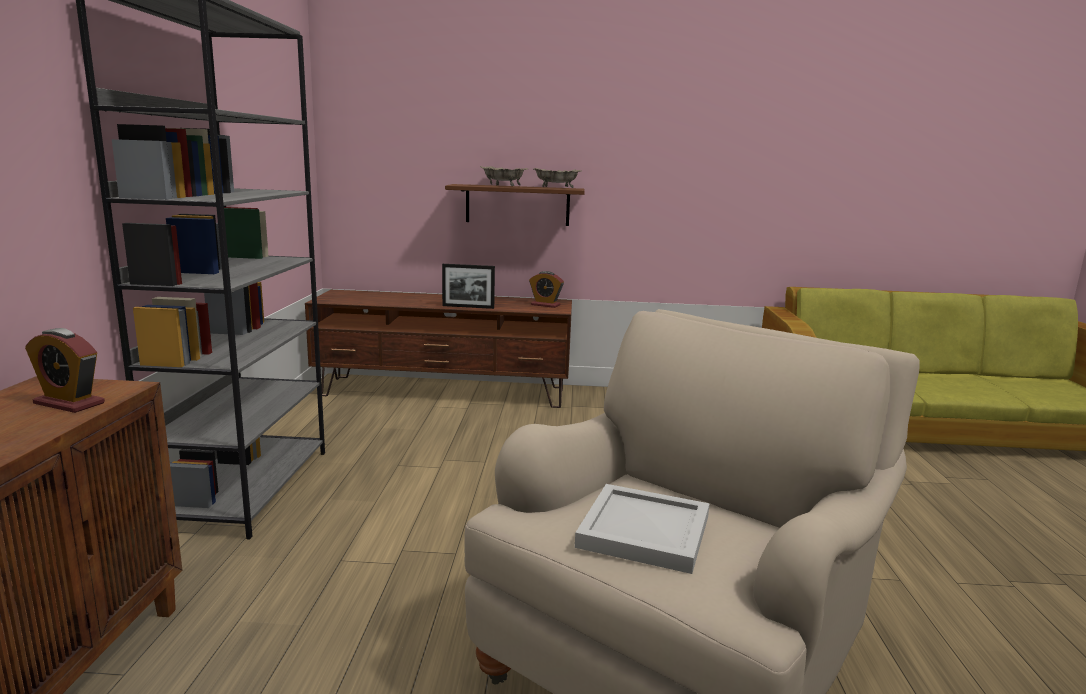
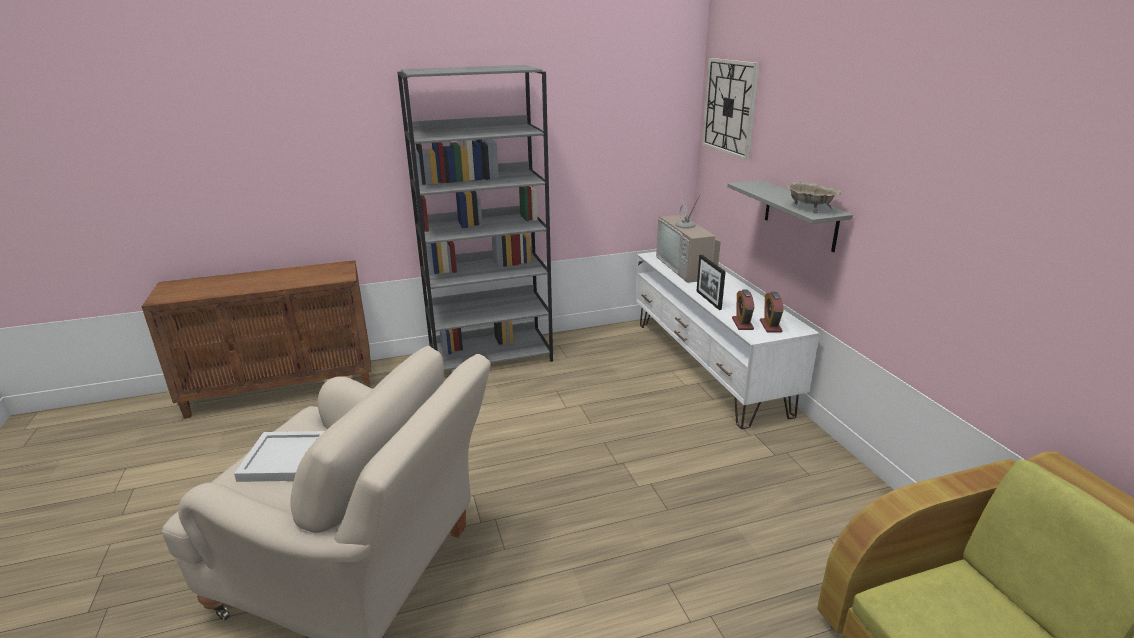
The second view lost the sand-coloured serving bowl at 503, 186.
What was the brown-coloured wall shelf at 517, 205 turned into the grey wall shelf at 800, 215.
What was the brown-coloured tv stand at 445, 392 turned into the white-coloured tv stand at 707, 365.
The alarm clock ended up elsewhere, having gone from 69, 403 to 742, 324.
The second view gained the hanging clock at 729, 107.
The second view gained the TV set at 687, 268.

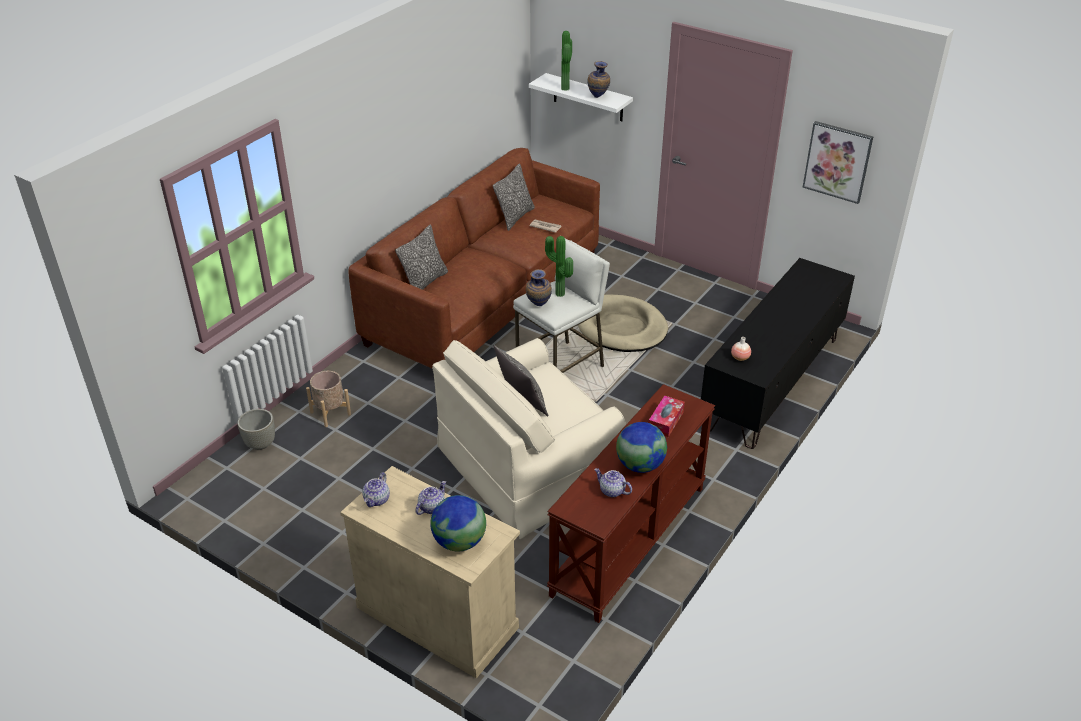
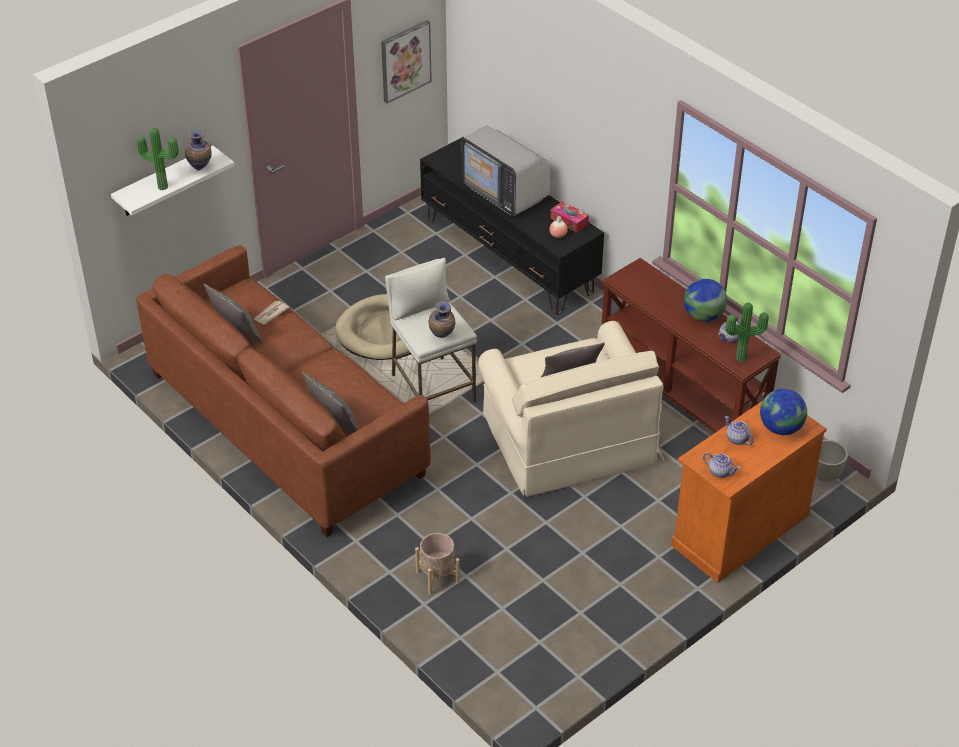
The plant in a pot ended up elsewhere, having gone from 558, 294 to 741, 360.
The box of tissues ended up elsewhere, having gone from 665, 421 to 569, 221.
The grey plant pot ended up elsewhere, having gone from 261, 444 to 825, 475.
What was the sand-coloured cabinet at 437, 617 turned into the orangey cabinet at 740, 529.
The second view gained the TV set at 505, 192.

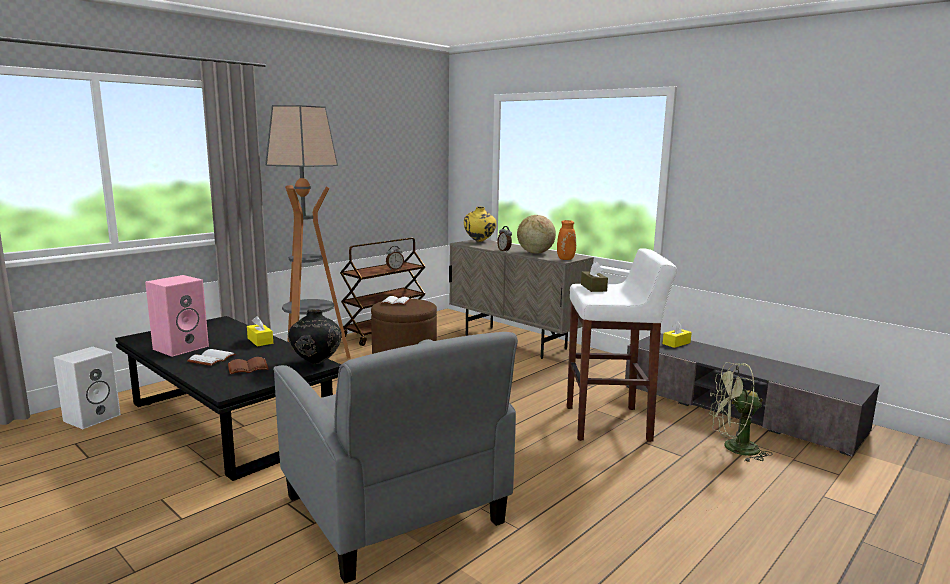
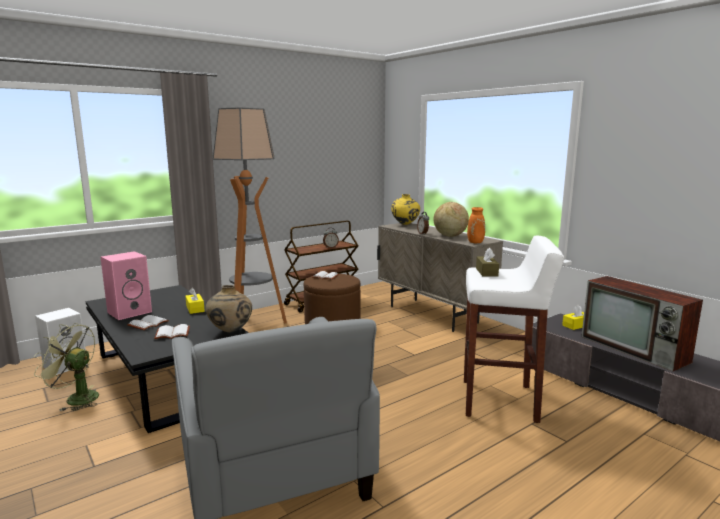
What was the black-coloured decorative vase at 316, 363 turned into the sand-coloured decorative vase at 230, 332.
What was the brown-coloured book at 247, 368 turned into the white-coloured book at 172, 334.
The green cooling fan ended up elsewhere, having gone from 733, 448 to 76, 398.
The second view gained the TV set at 635, 349.

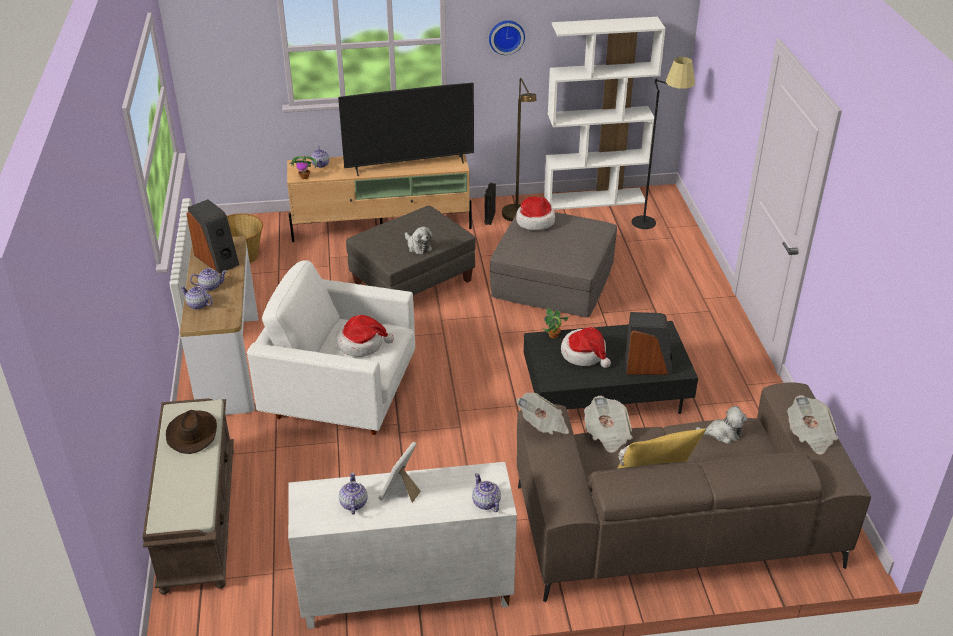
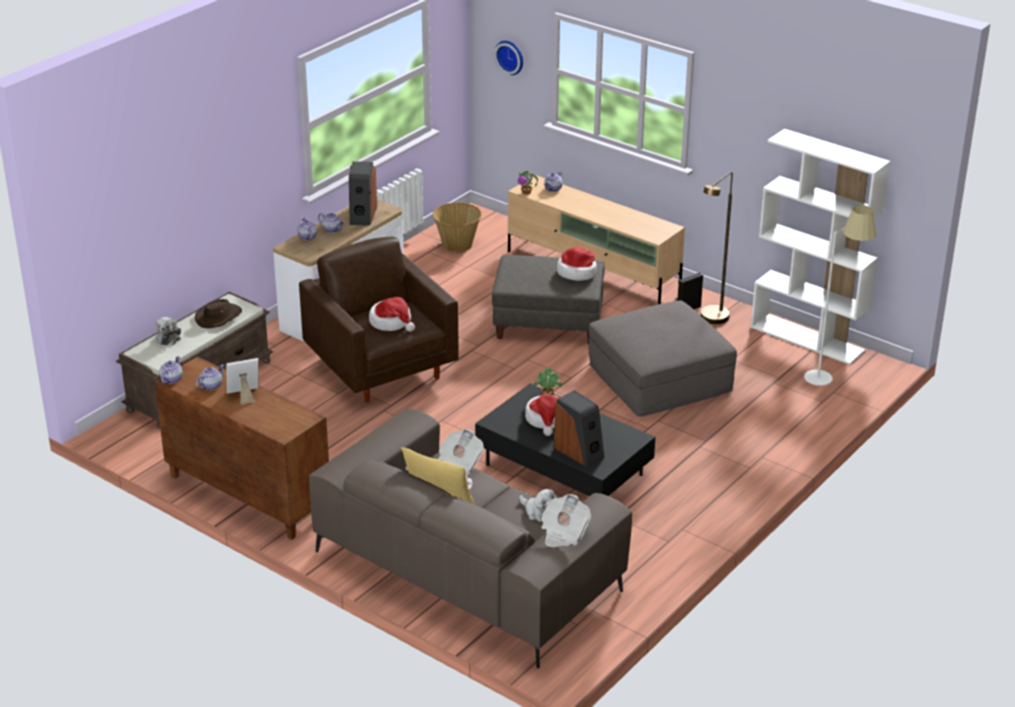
The hanging clock ended up elsewhere, having gone from 506, 36 to 510, 56.
What was the black-coloured standard lamp at 654, 220 turned into the white-coloured standard lamp at 830, 381.
The second view lost the TV set at 409, 166.
The clothing hat ended up elsewhere, having gone from 534, 221 to 577, 272.
The soft toy ended up elsewhere, having gone from 418, 246 to 169, 337.
What was the white-coloured lounge chair at 342, 397 turned into the brown-coloured lounge chair at 382, 369.
The second view lost the daily paper at 543, 425.
What was the white-coloured cabinet at 405, 594 turned into the brown-coloured cabinet at 246, 495.
The teapot ended up elsewhere, having gone from 486, 503 to 171, 379.

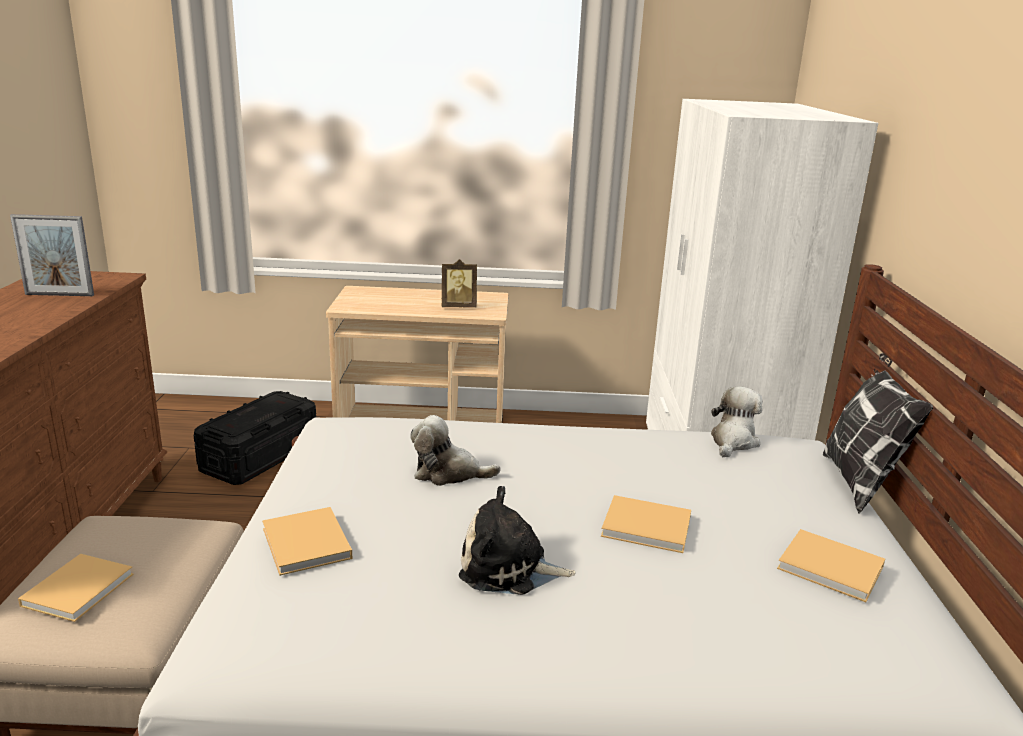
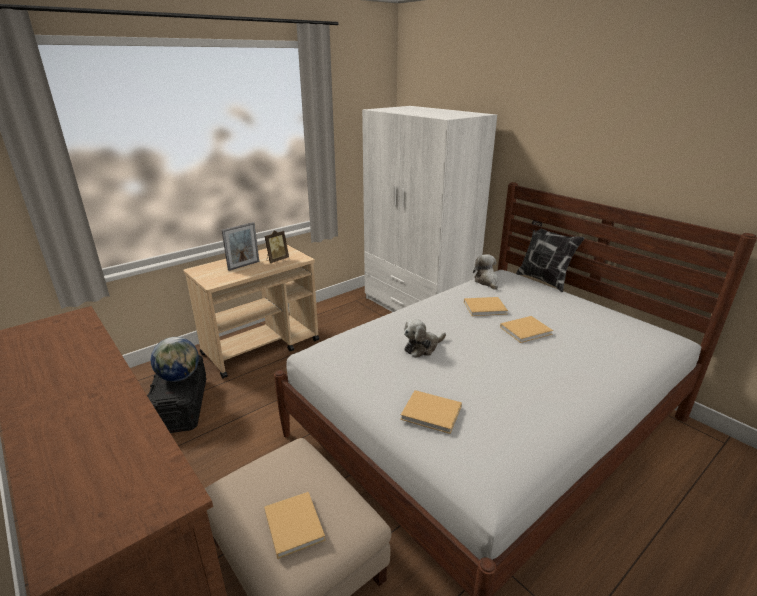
The picture frame ended up elsewhere, having gone from 59, 295 to 244, 266.
The second view lost the soft toy at 509, 568.
The sand-coloured book ended up elsewhere, having gone from 833, 569 to 486, 308.
The second view gained the desk globe at 179, 377.

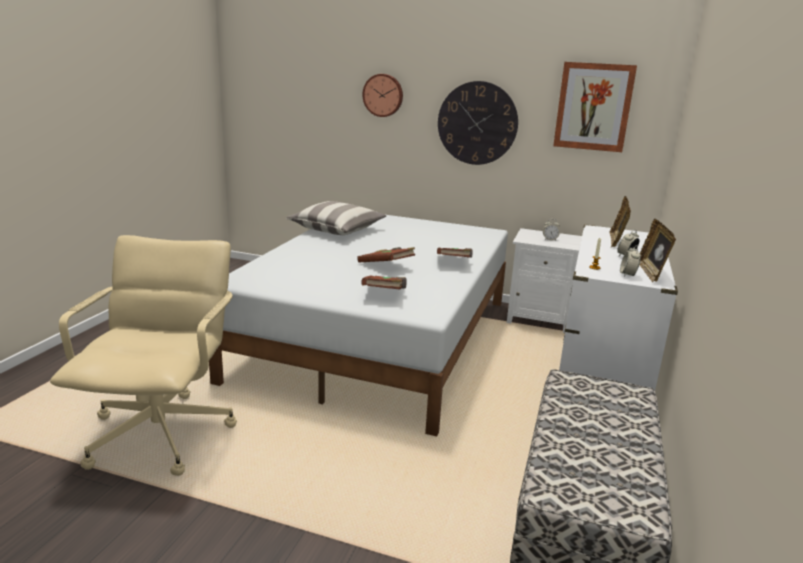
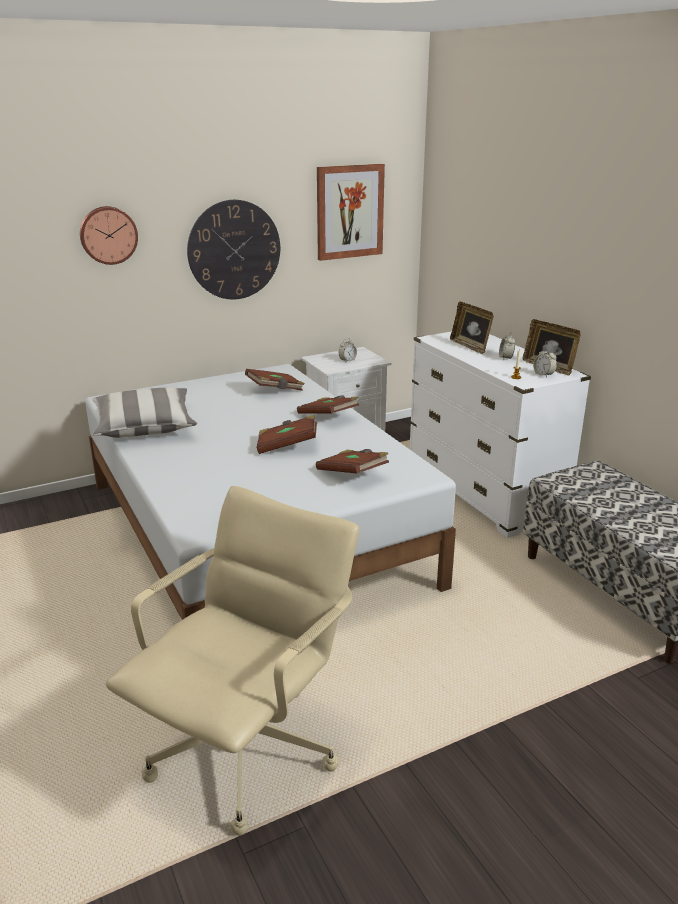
The sand-coloured desk chair at 162, 434 ended up facing another way, 75 degrees clockwise from before.
The second view gained the brown-coloured book at 275, 390.

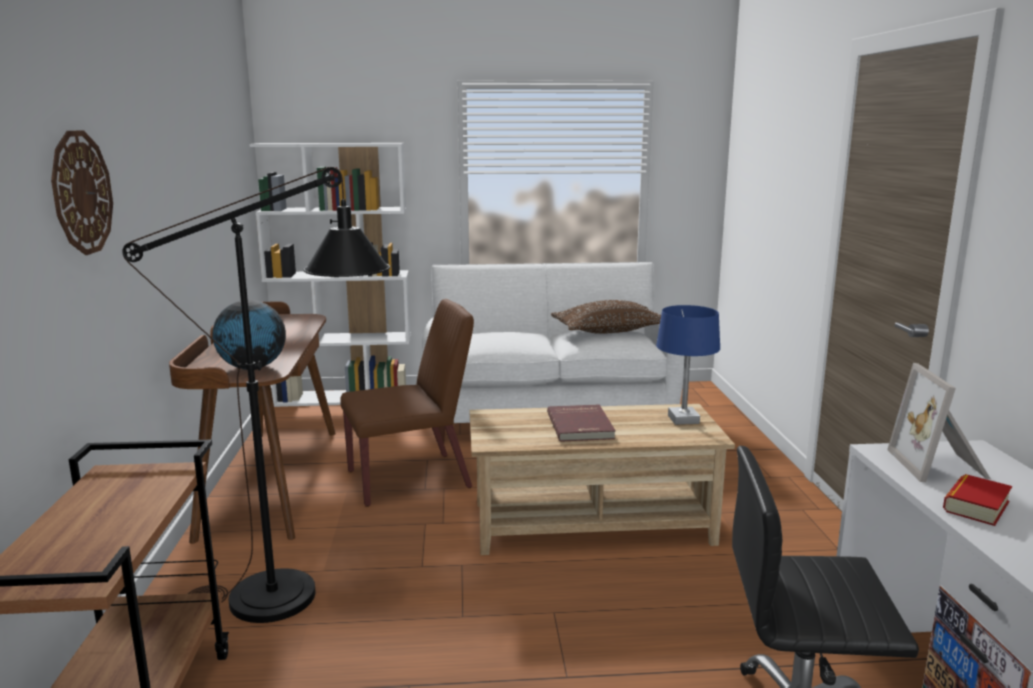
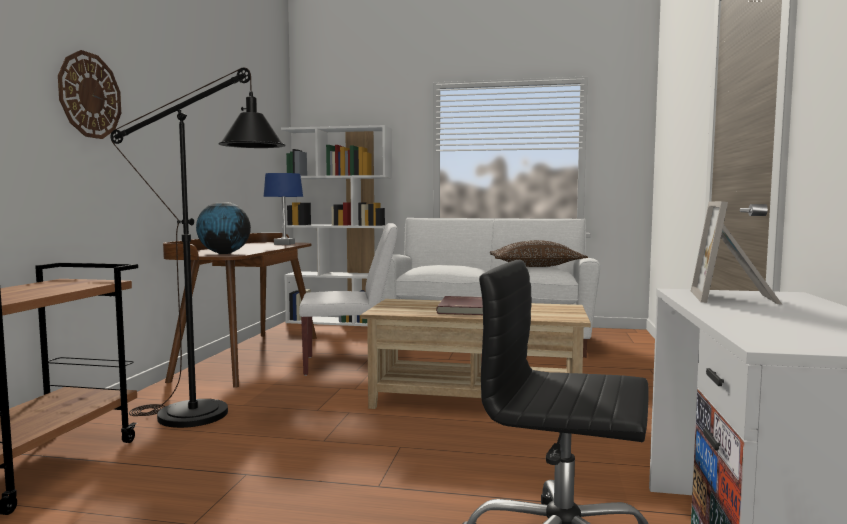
What was the brown-coloured chair at 410, 479 turned into the white-coloured chair at 350, 364.
The blue tabletop lamp ended up elsewhere, having gone from 683, 419 to 284, 244.
The second view lost the book at 976, 506.

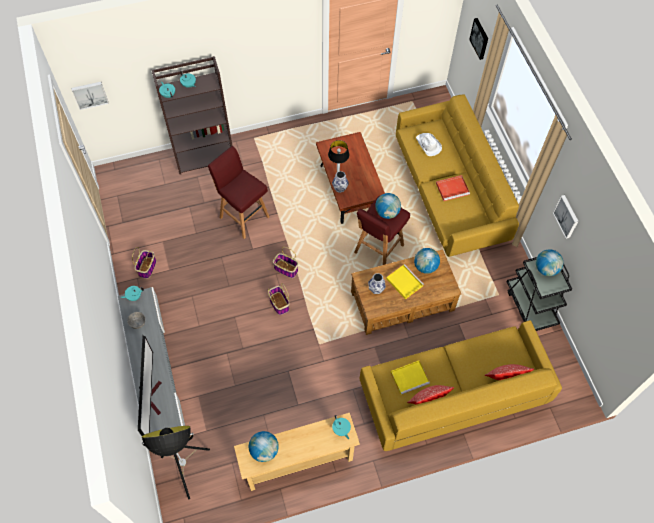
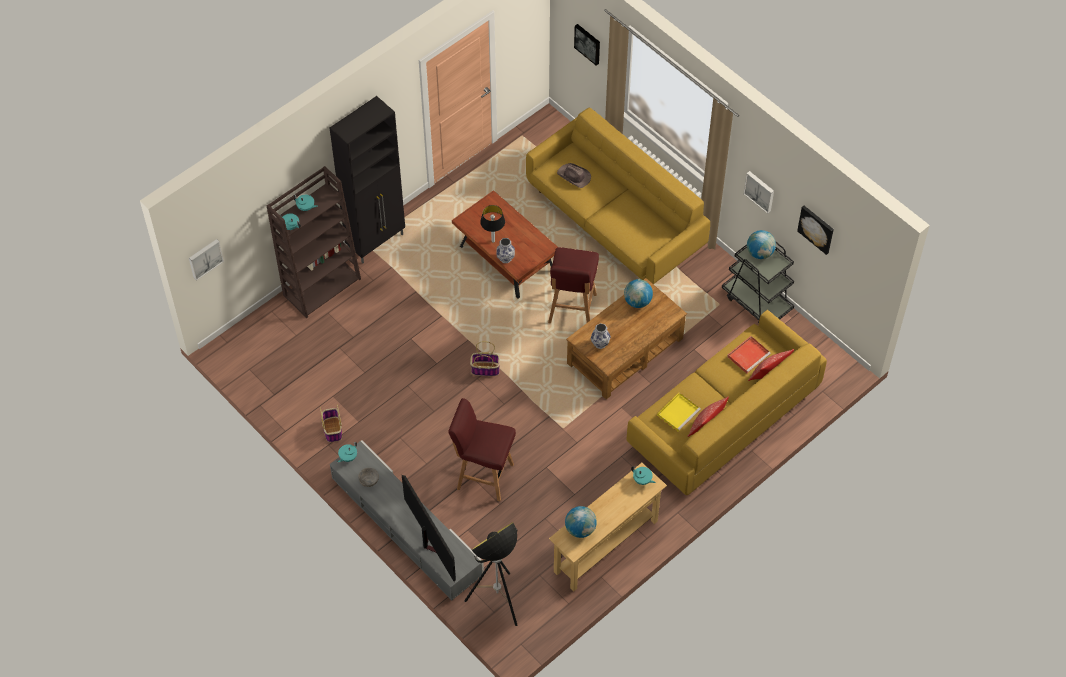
What was the white-coloured clothing hat at 428, 145 turned into the brown-coloured clothing hat at 574, 176.
The red-coloured stool seat ended up elsewhere, having gone from 243, 216 to 483, 476.
The red-coloured tray ended up elsewhere, having gone from 453, 188 to 749, 355.
The second view lost the desk globe at 387, 212.
The second view lost the yellow-coloured tray at 403, 282.
The second view lost the storage basket at 279, 303.
The second view gained the black-coloured cabinet at 377, 242.
The second view gained the wall picture at 816, 229.

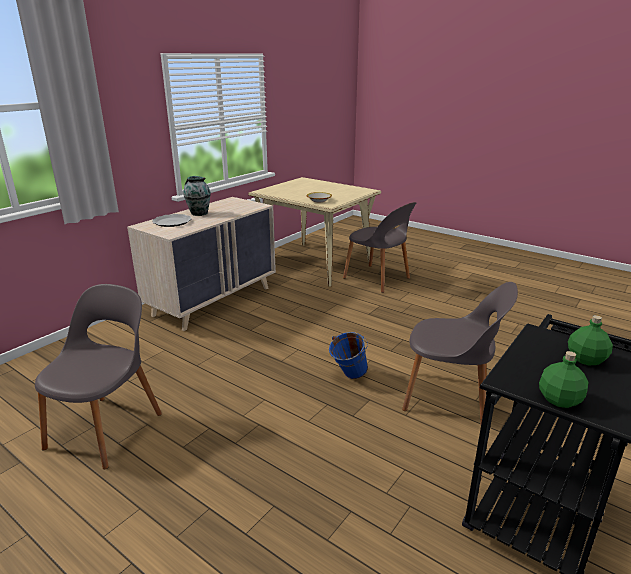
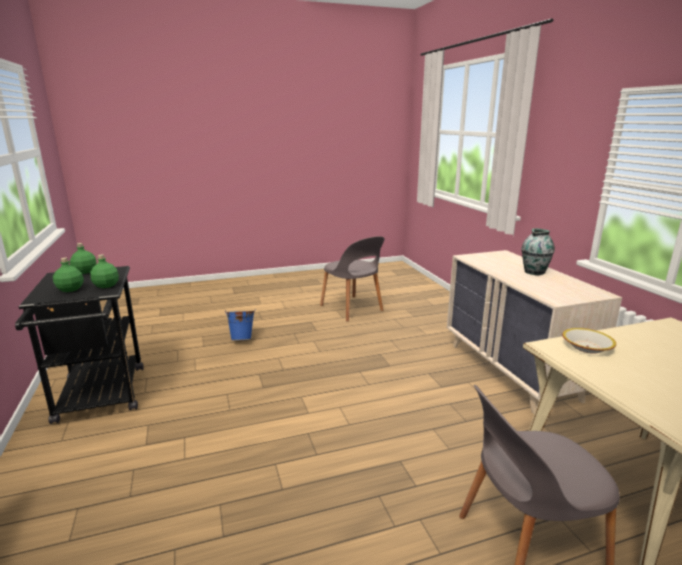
The second view lost the flat dish at 172, 222.
The second view lost the grey chair at 449, 398.
The blue pail ended up elsewhere, having gone from 348, 376 to 242, 339.
The second view gained the green beverage bottle at 106, 285.

